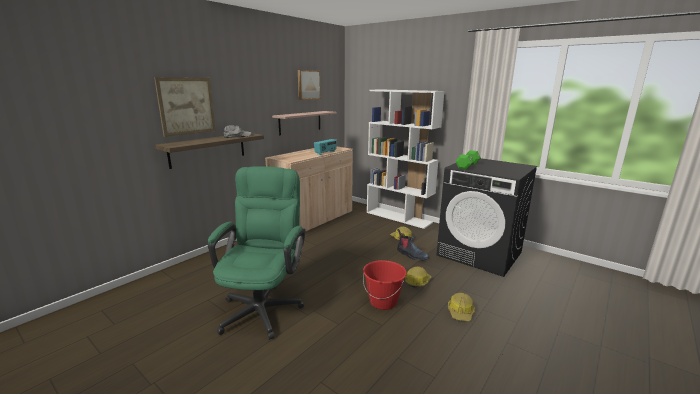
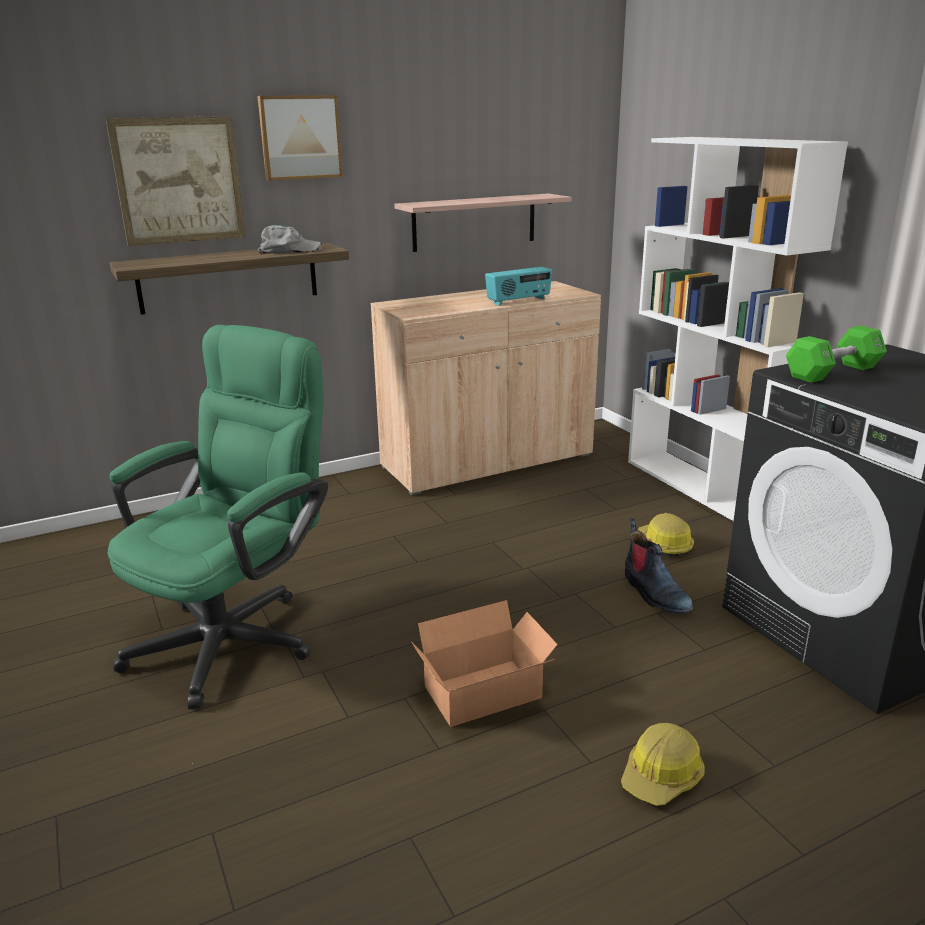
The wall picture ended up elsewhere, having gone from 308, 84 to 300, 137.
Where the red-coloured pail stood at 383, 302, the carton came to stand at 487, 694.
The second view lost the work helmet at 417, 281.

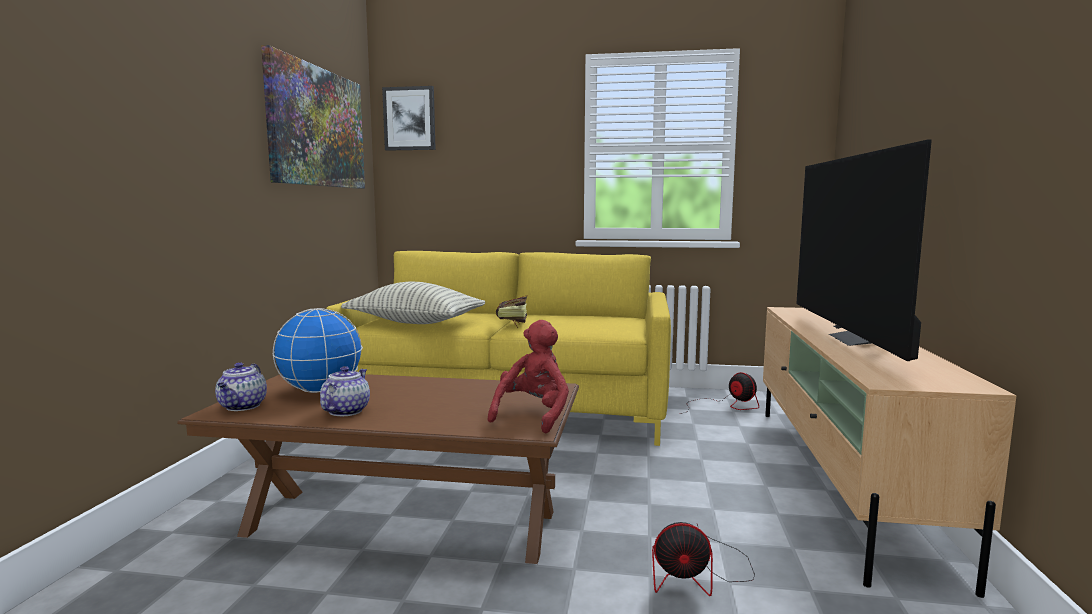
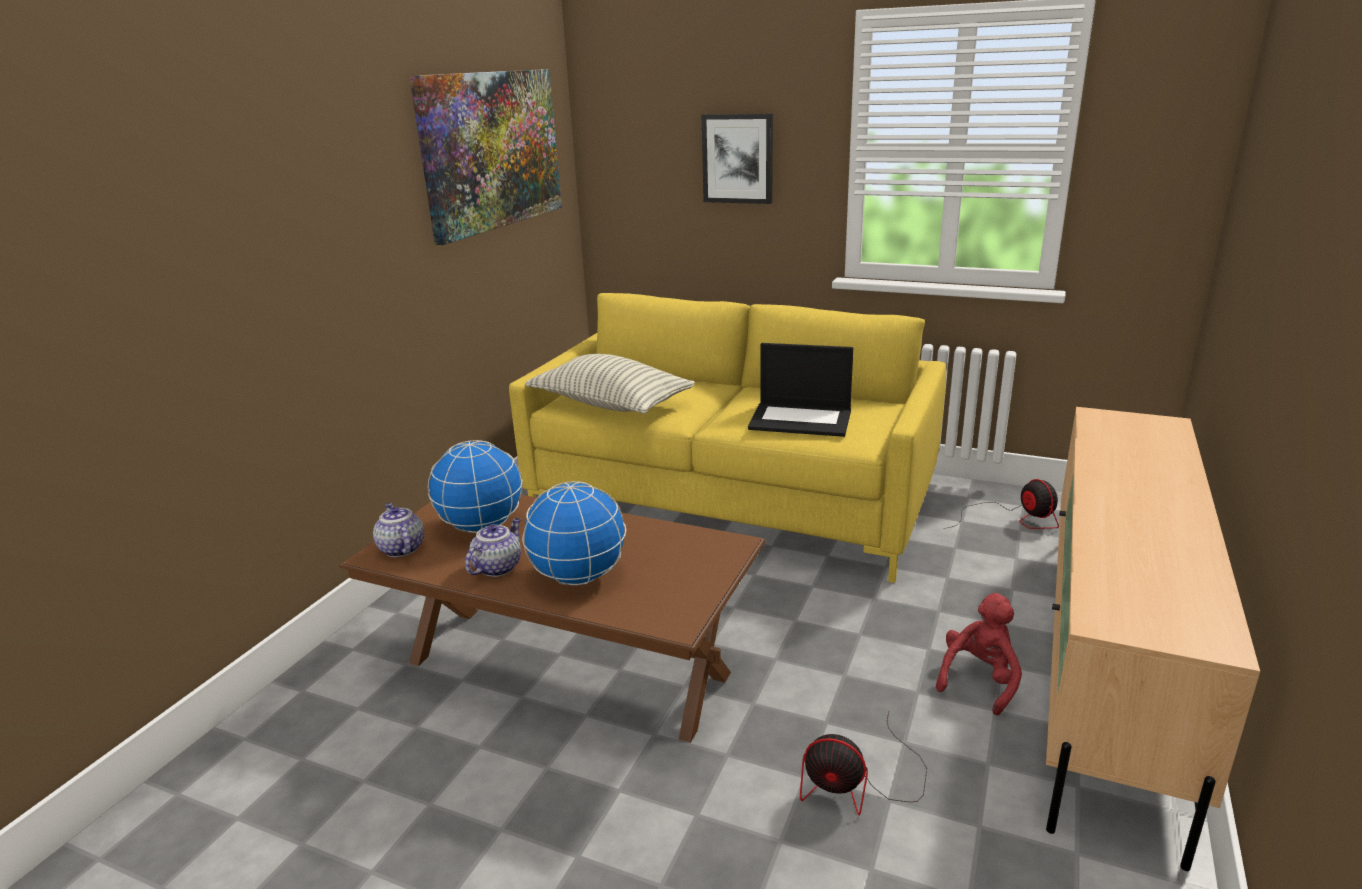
The wall picture ended up elsewhere, having gone from 409, 119 to 738, 158.
The second view lost the TV set at 857, 340.
The second view lost the book at 512, 324.
The red-coloured soft toy ended up elsewhere, having gone from 533, 415 to 979, 680.
The teapot at 242, 407 ended up facing another way, 135 degrees clockwise from before.
The second view gained the portable computer at 802, 419.
The second view gained the desk globe at 578, 576.

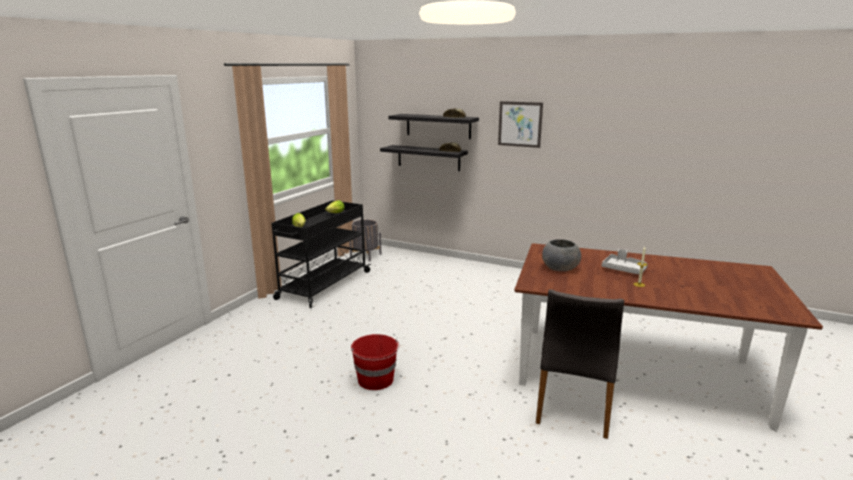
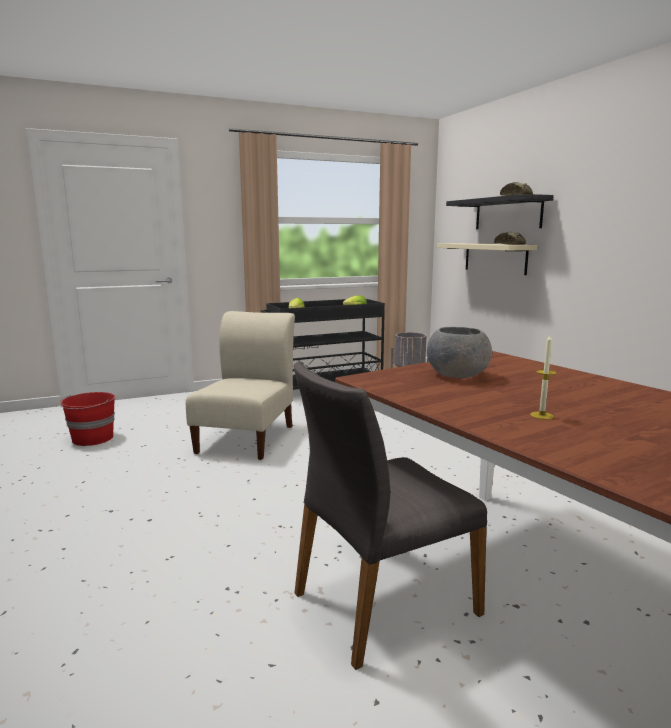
The second view lost the wall picture at 520, 124.
What was the black-coloured wall shelf at 428, 158 turned into the sand-coloured wall shelf at 495, 258.
The second view lost the grey tray at 624, 269.
The red-coloured pail ended up elsewhere, having gone from 376, 380 to 92, 439.
The second view gained the sand-coloured chair at 248, 437.

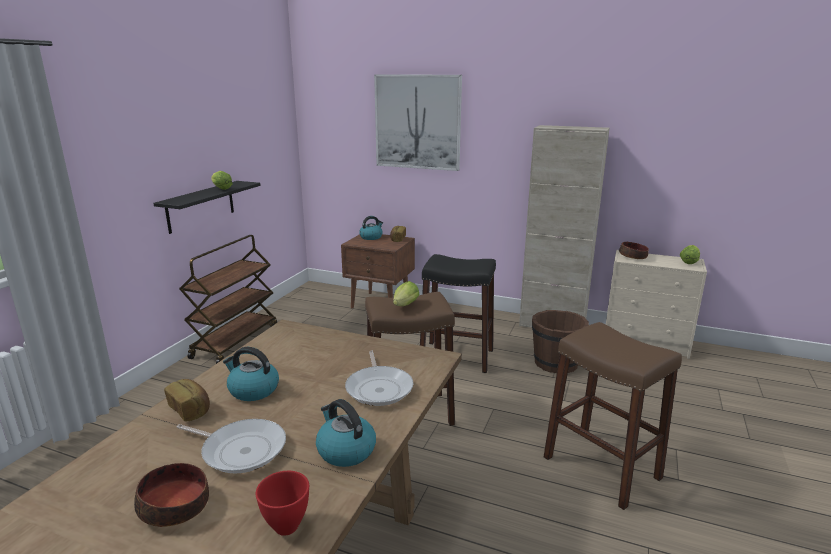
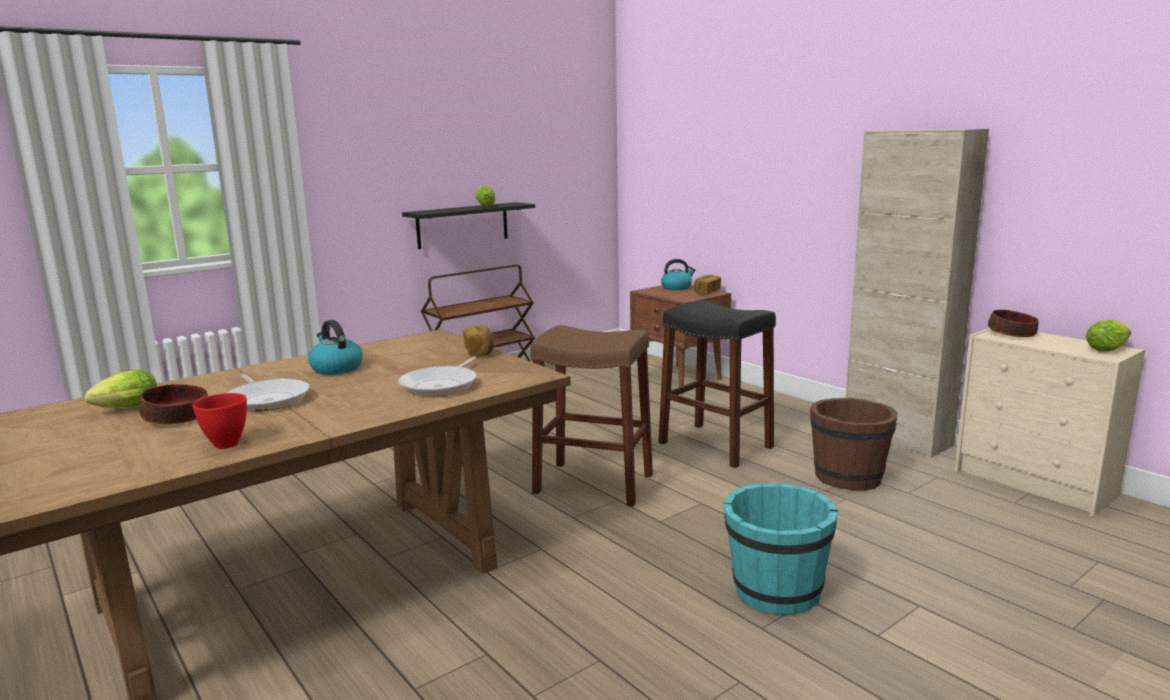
The second view lost the wall picture at 417, 122.
The head of lettuce ended up elsewhere, having gone from 404, 306 to 124, 410.
Where the brown-coloured stool seat stood at 601, 467, the blue-green pail came to stand at 775, 592.
The bakery bread ended up elsewhere, having gone from 190, 410 to 480, 352.
The second view lost the tea kettle at 345, 450.

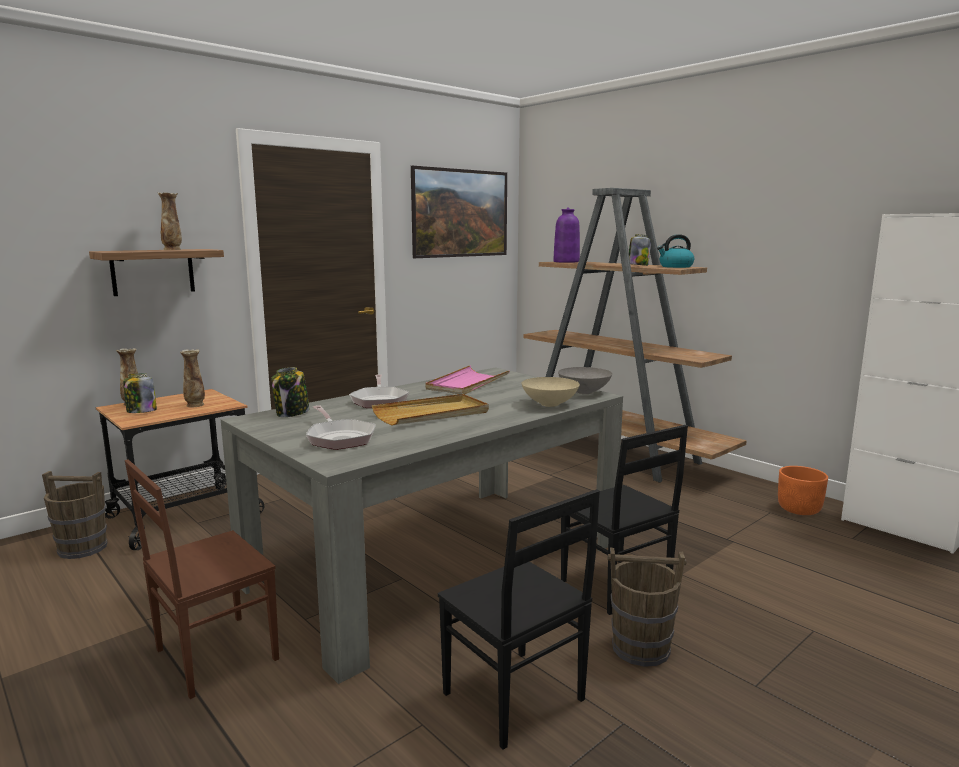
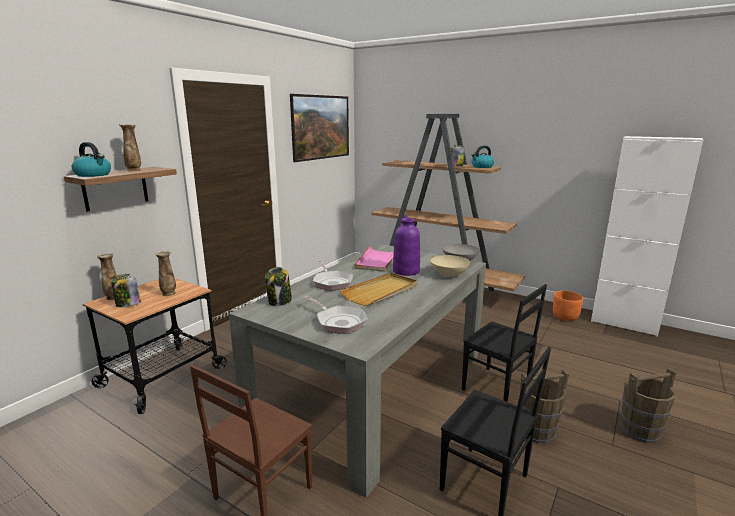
The purple-coloured decorative vase ended up elsewhere, having gone from 566, 261 to 405, 271.
The brown-coloured pail ended up elsewhere, having gone from 83, 548 to 640, 430.
The second view gained the tea kettle at 94, 175.

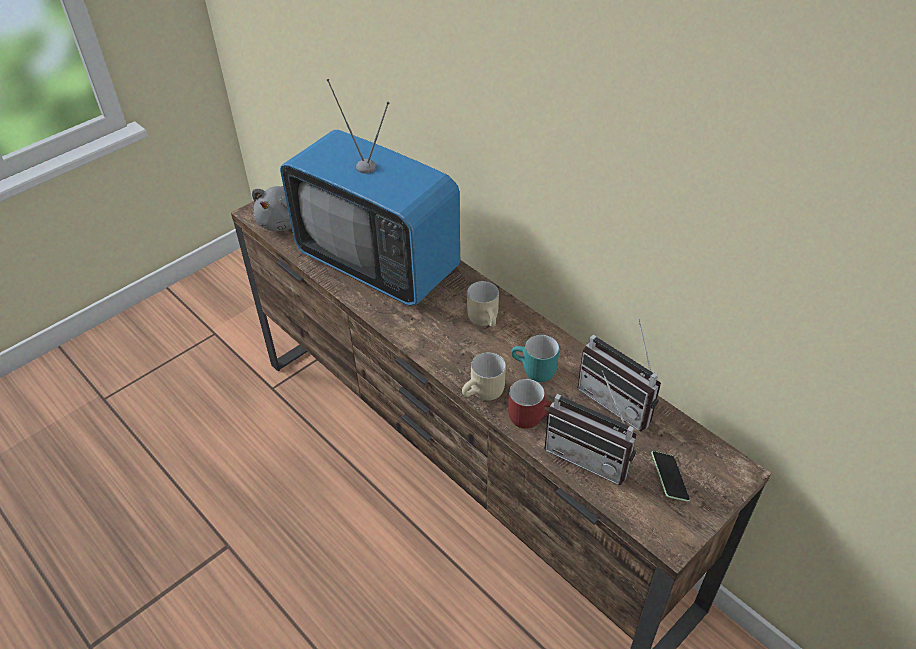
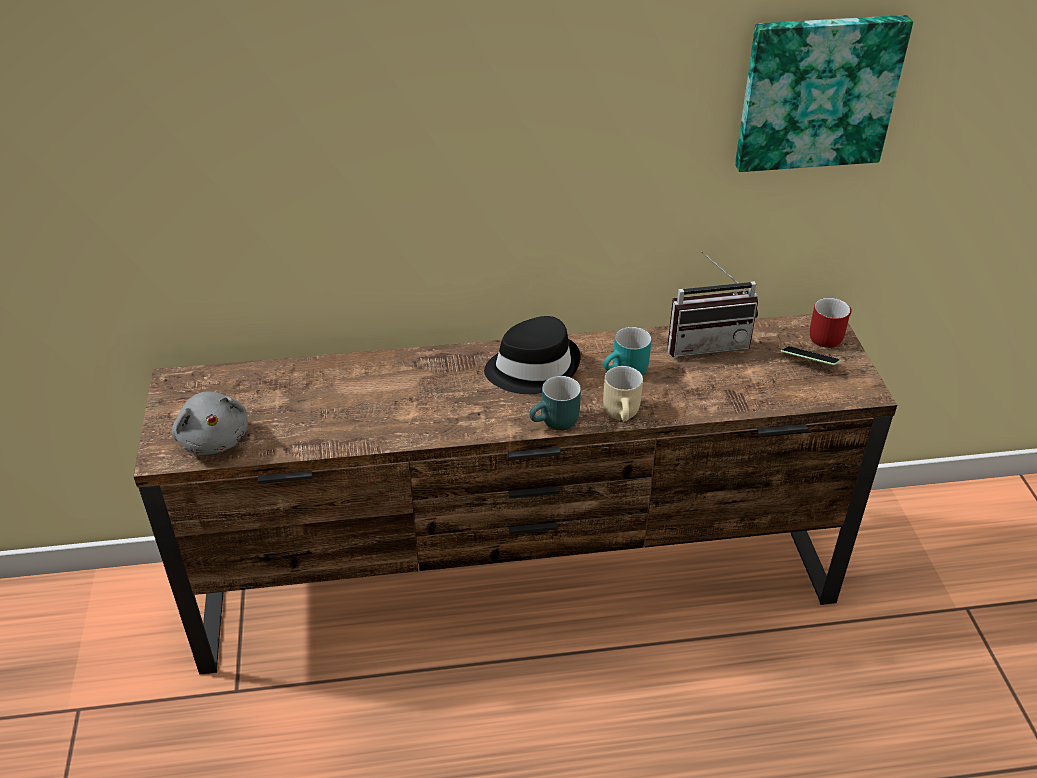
The second view lost the TV set at 378, 264.
Where the sand-coloured mug stood at 486, 319, the black-coloured clothing hat came to stand at 533, 368.
The second view lost the radio receiver at 591, 454.
The red-coloured mug ended up elsewhere, having gone from 531, 416 to 827, 335.
The second view gained the wall picture at 817, 92.
The second view gained the blue-green mug at 556, 423.

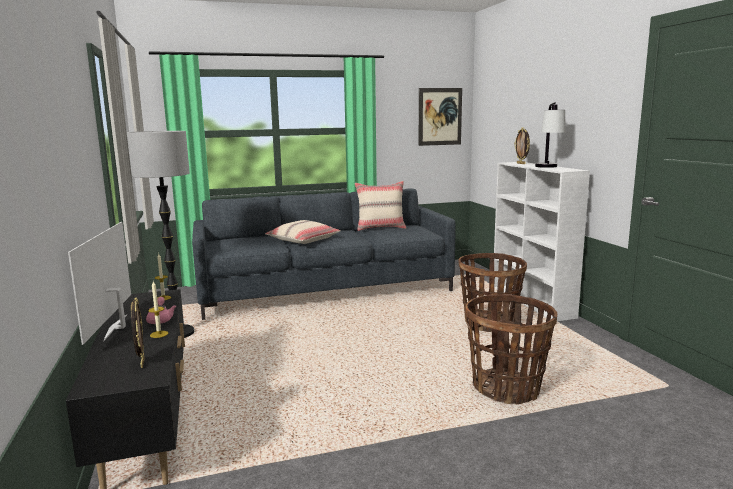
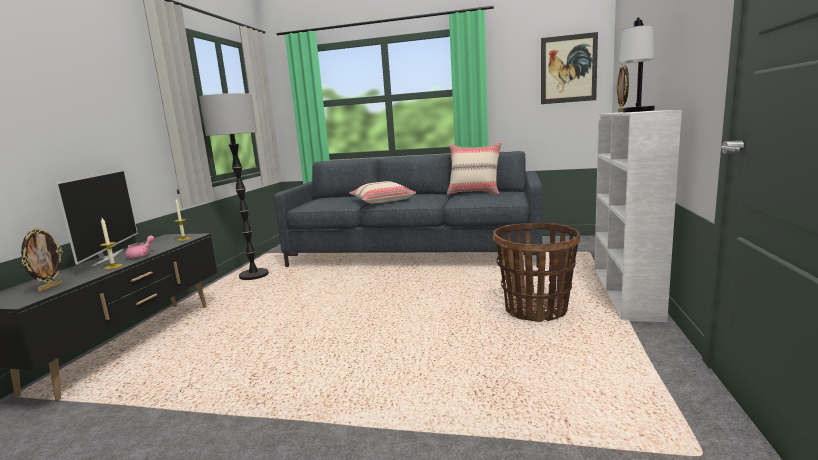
The TV set at 117, 327 ended up facing another way, 150 degrees clockwise from before.
The second view lost the storage basket at 506, 388.

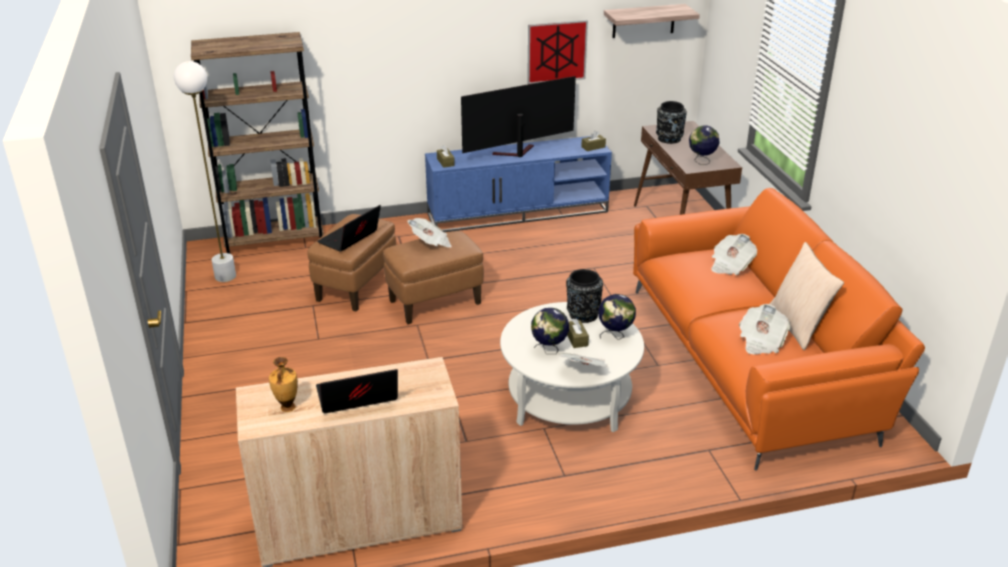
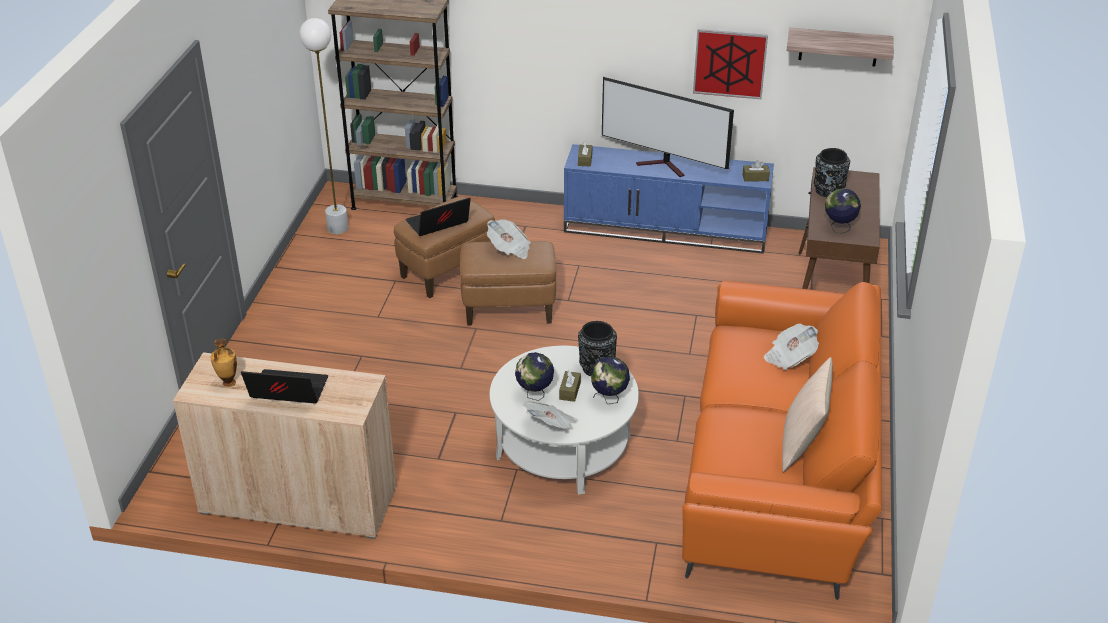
The TV set at 515, 153 ended up facing another way, 150 degrees counterclockwise from before.
The second view lost the daily paper at 761, 341.

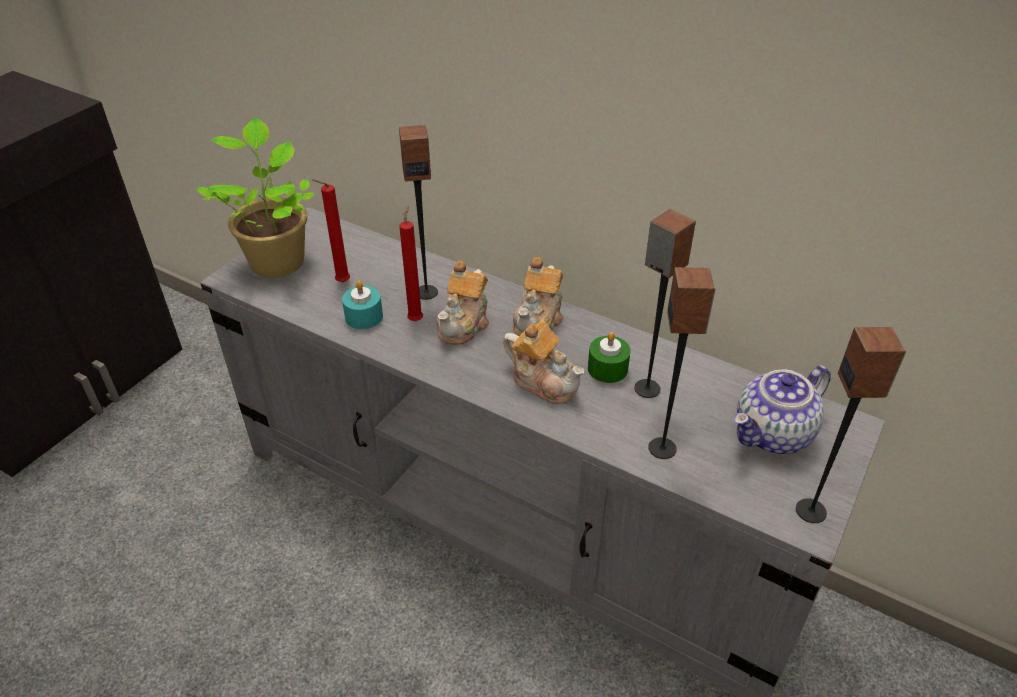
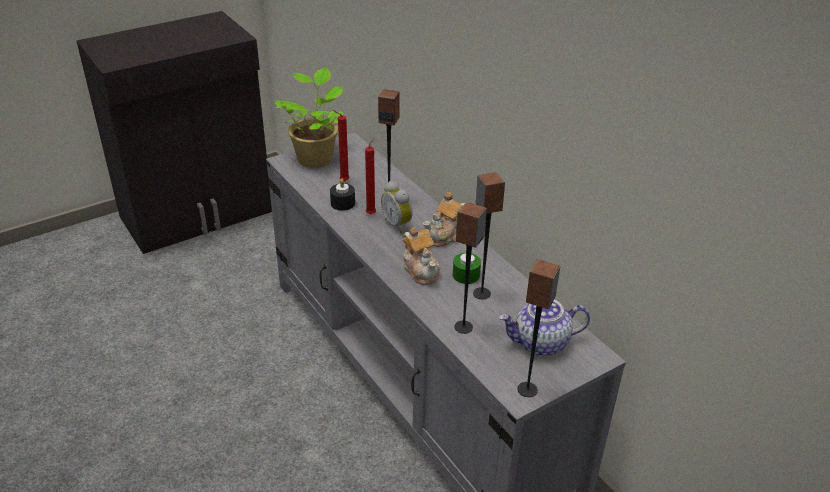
Where the teapot stood at 464, 324, the alarm clock came to stand at 398, 224.
What was the blue-green wax light at 364, 317 turned into the black-coloured wax light at 342, 203.

